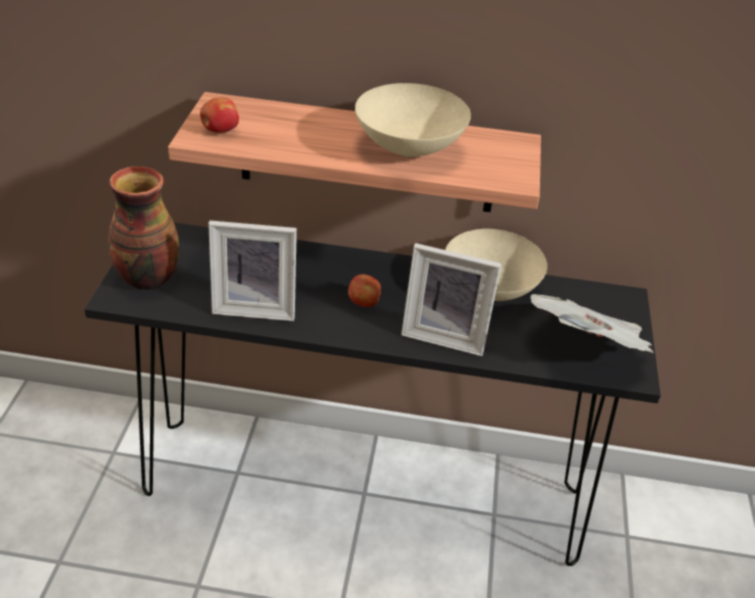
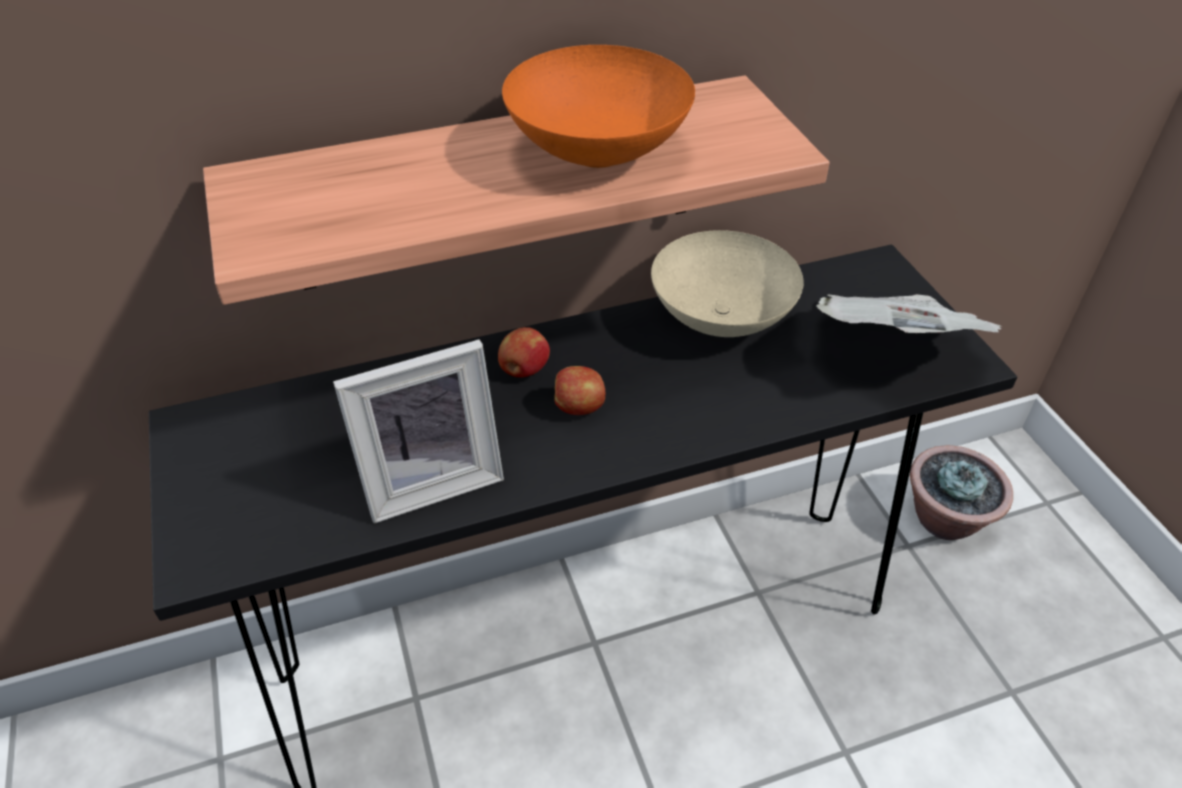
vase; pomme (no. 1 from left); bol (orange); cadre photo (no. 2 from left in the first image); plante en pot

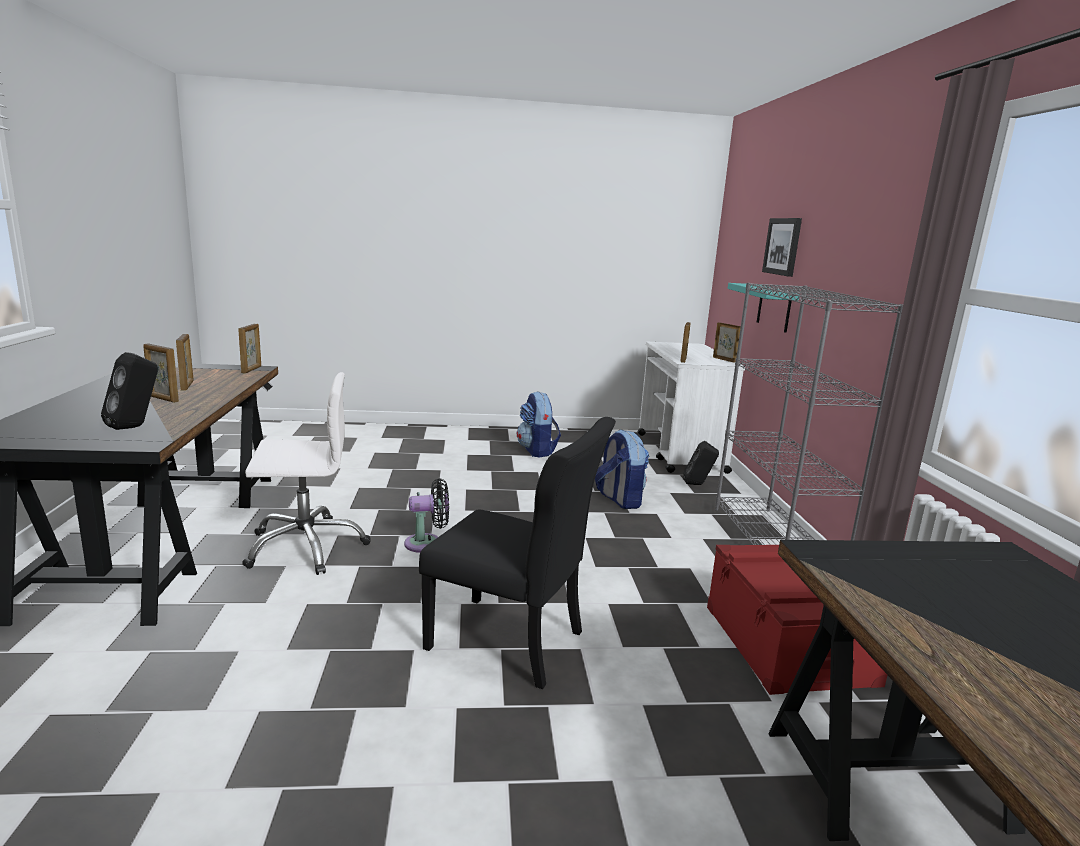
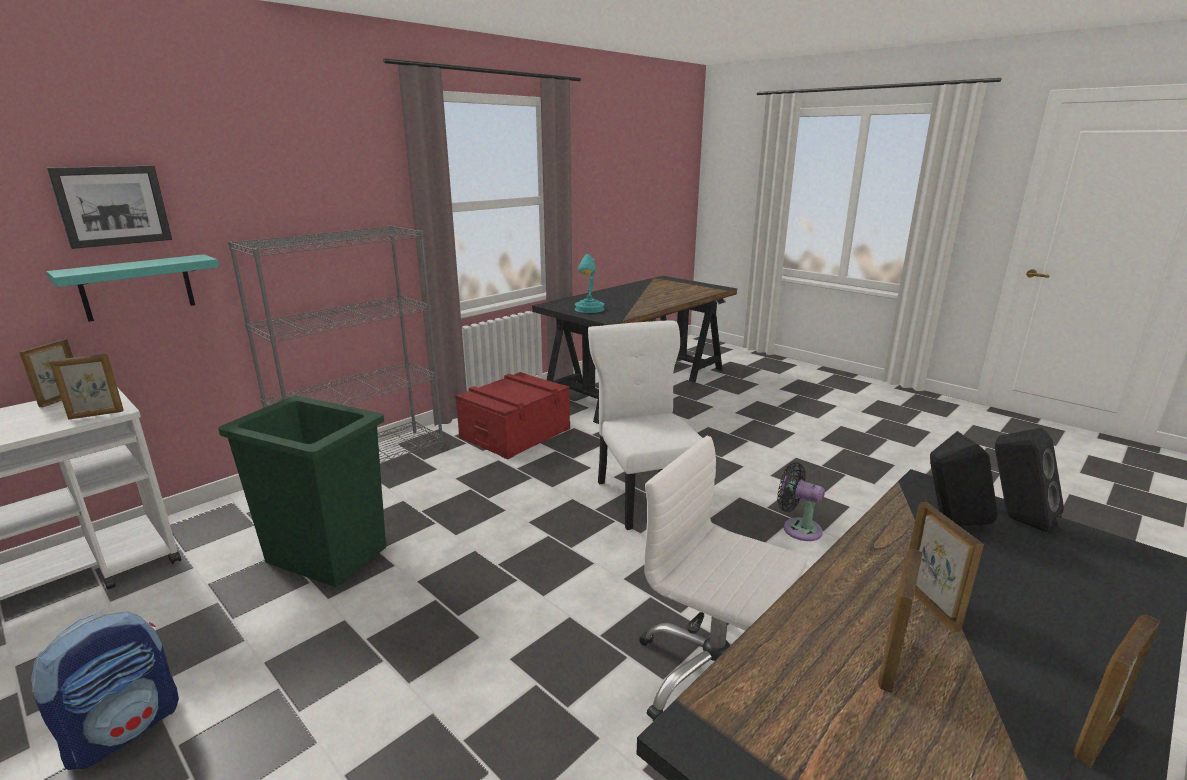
cadre photo (no. 5 from left); ventilateur (noir); chaise (blanc); poubelle (vert); enceinte (noir) (no. 2 from left); lampe de table (turquoise)

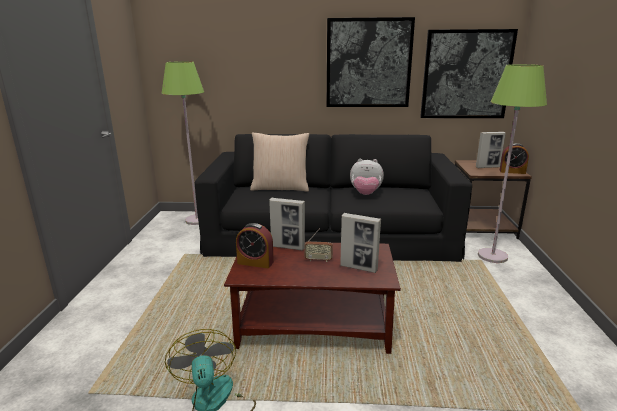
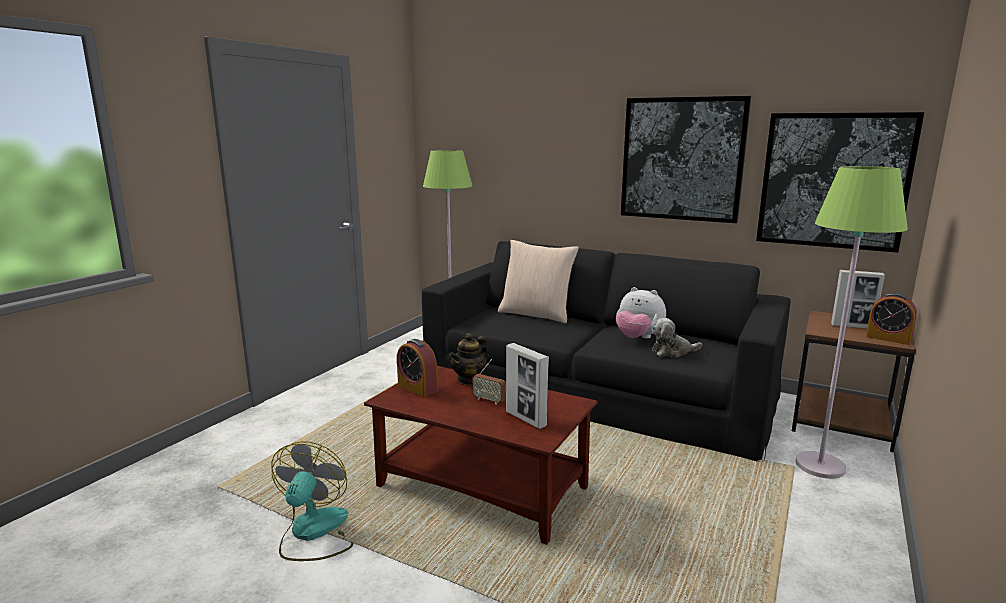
théière; peluche (no. 2 from left)

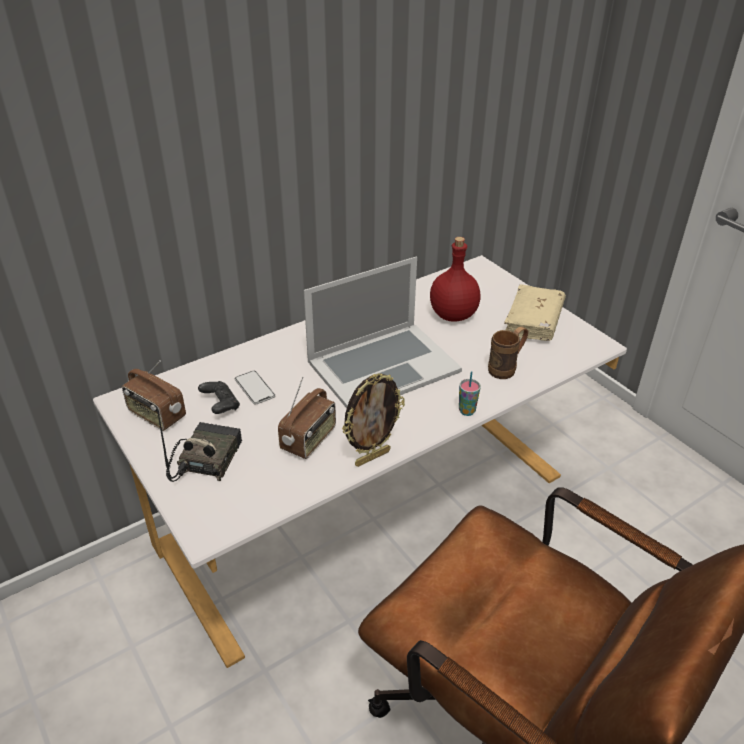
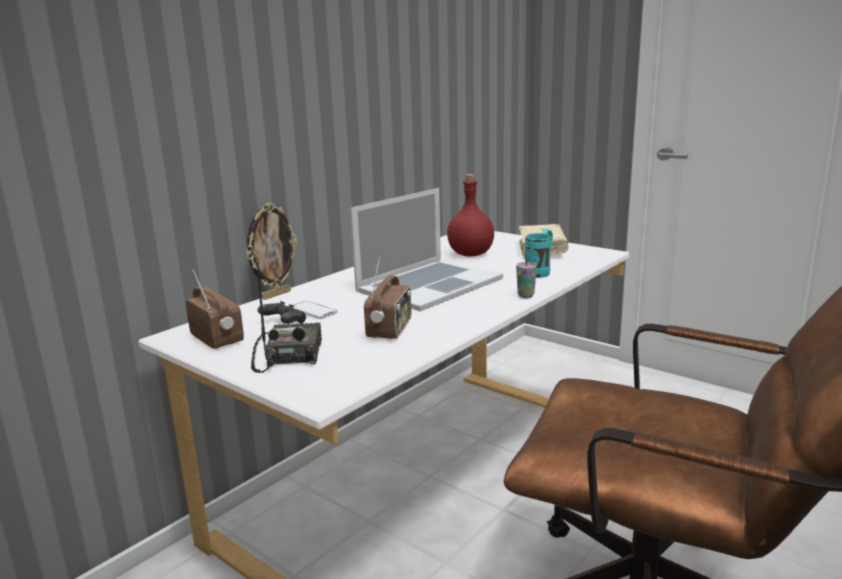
radio (no. 1 from left); cadre photo; mug (turquoise)

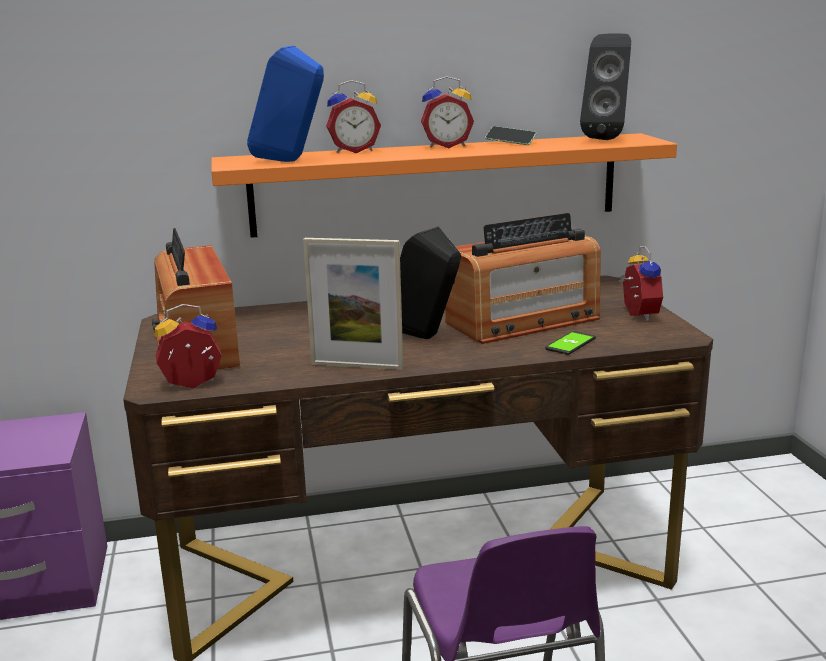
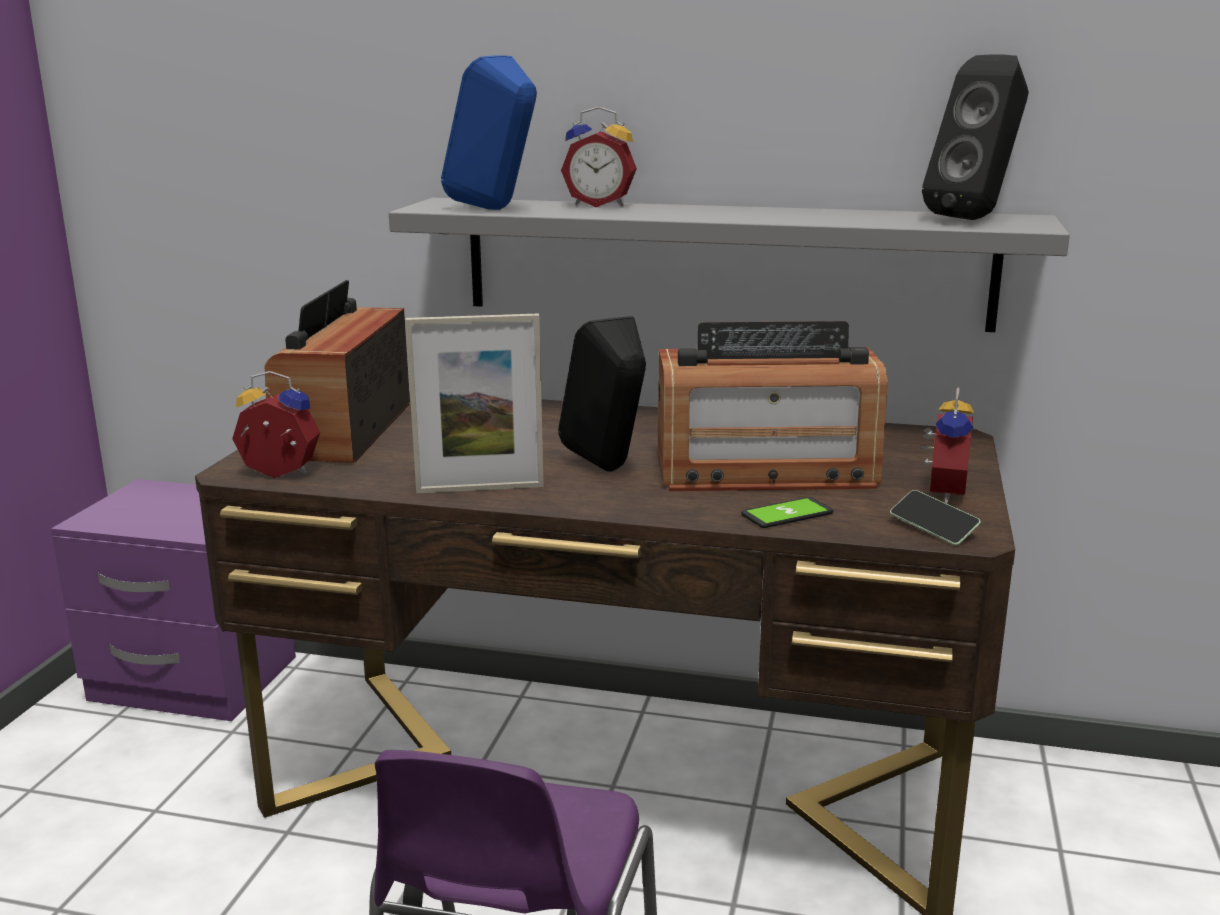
étagère (gris); cadre photo; réveil (no. 3 from left in the first image); téléphone (no. 2 from left)

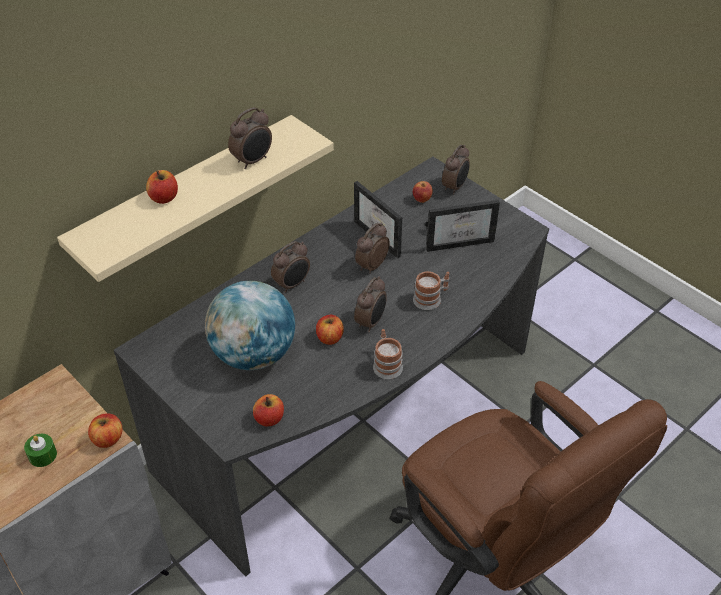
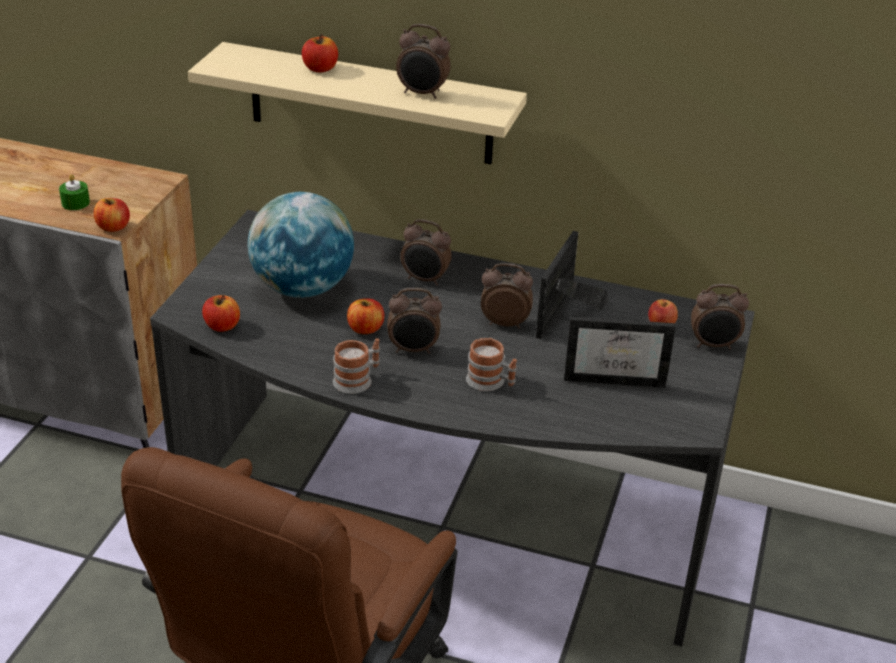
cadre photo (no. 2 from left)

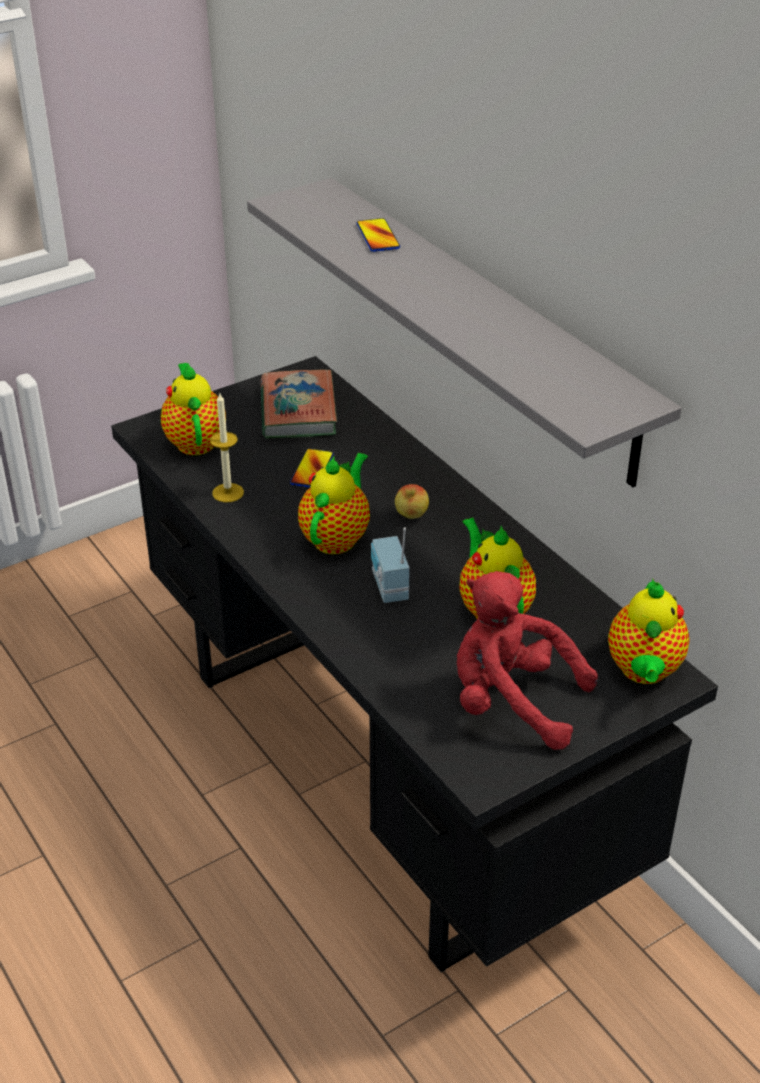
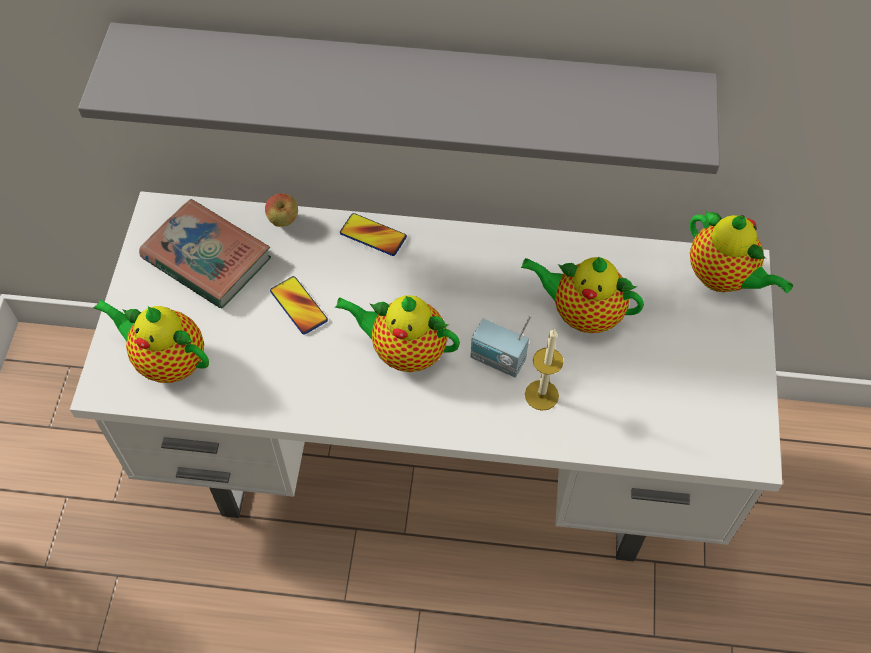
bureau (blanc); bougie; théière (no. 2 from left); téléphone (no. 2 from left); pomme; peluche (rouge)

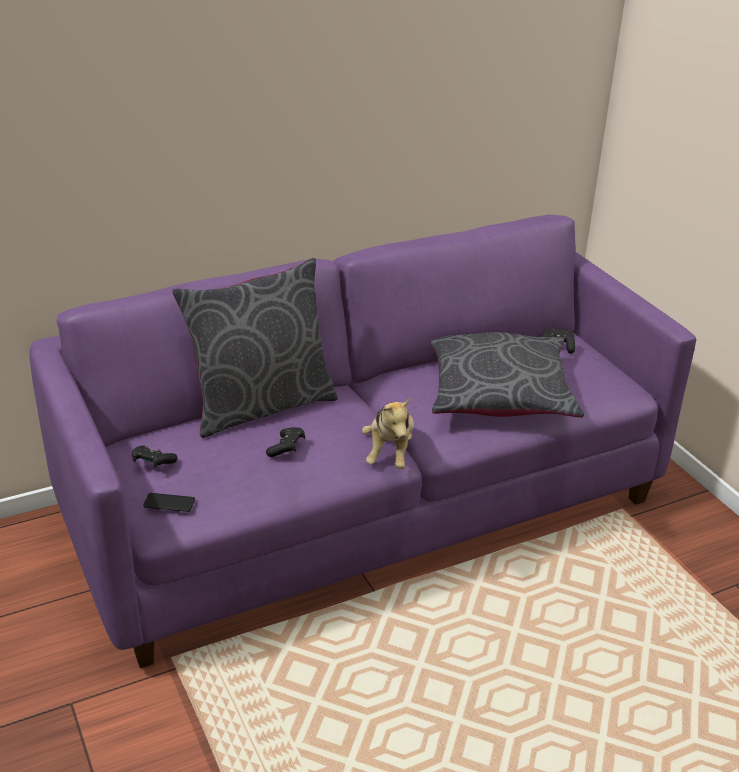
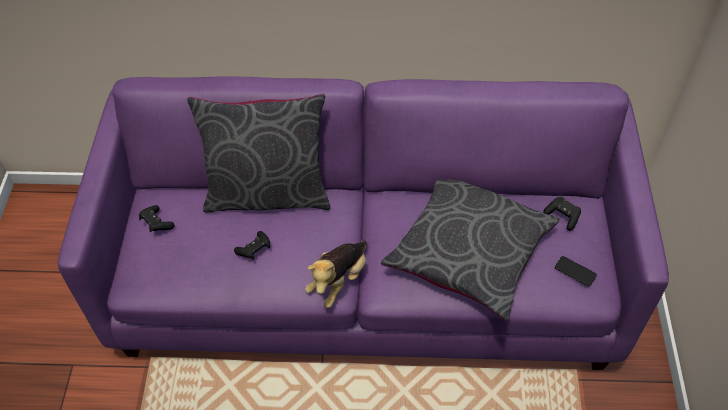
téléphone

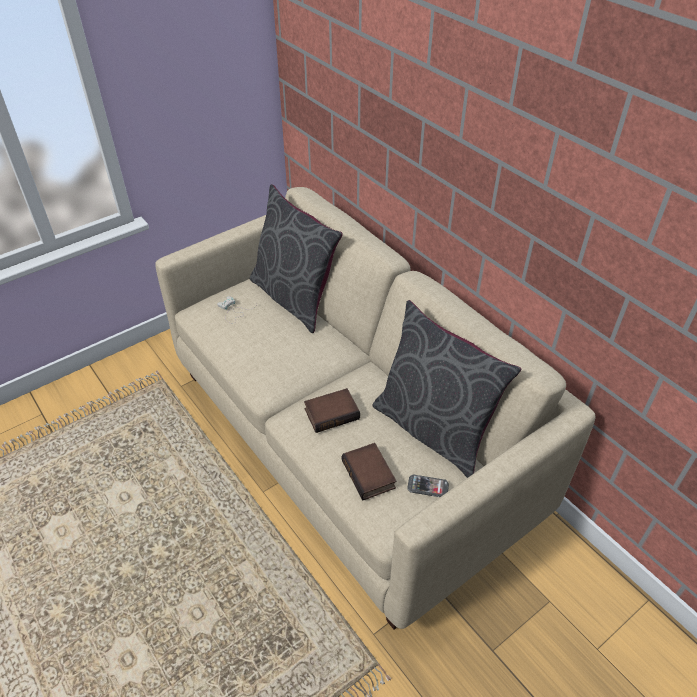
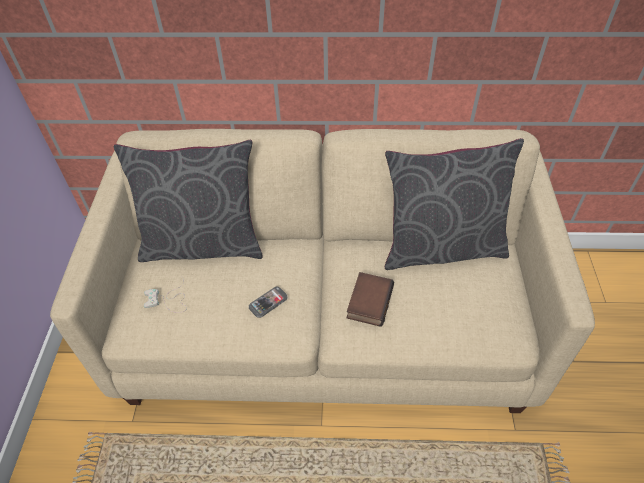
livre (no. 2 from left in the first image); téléphone

